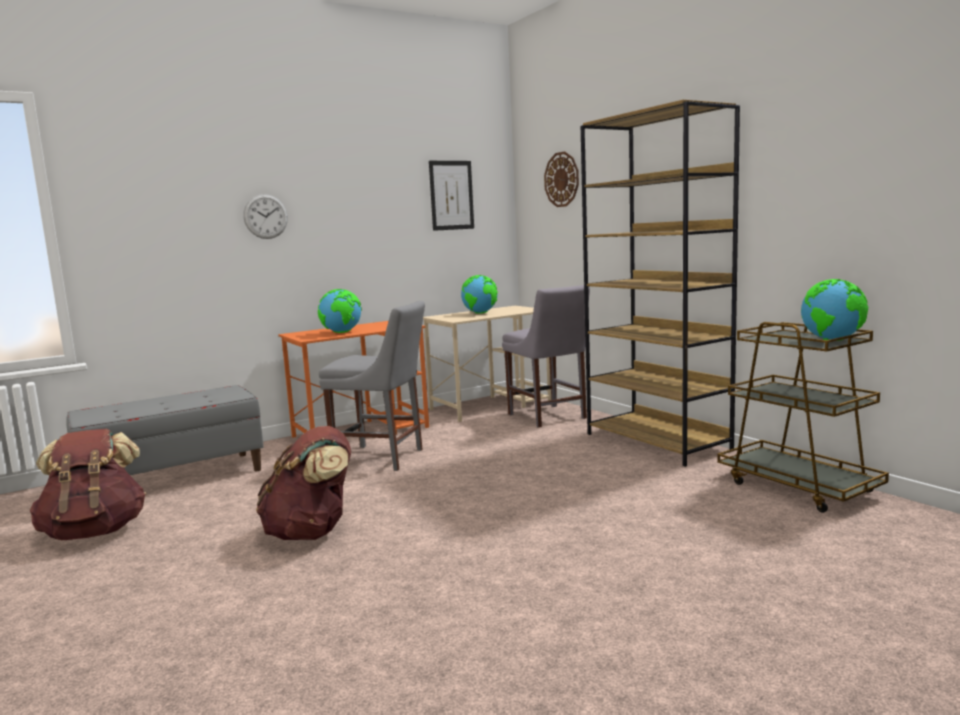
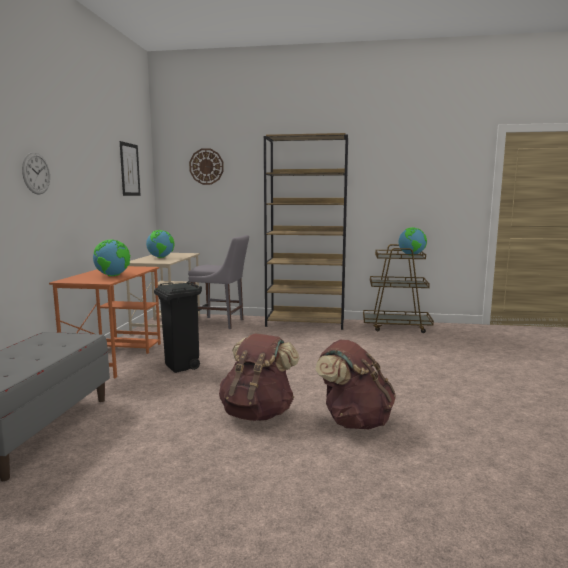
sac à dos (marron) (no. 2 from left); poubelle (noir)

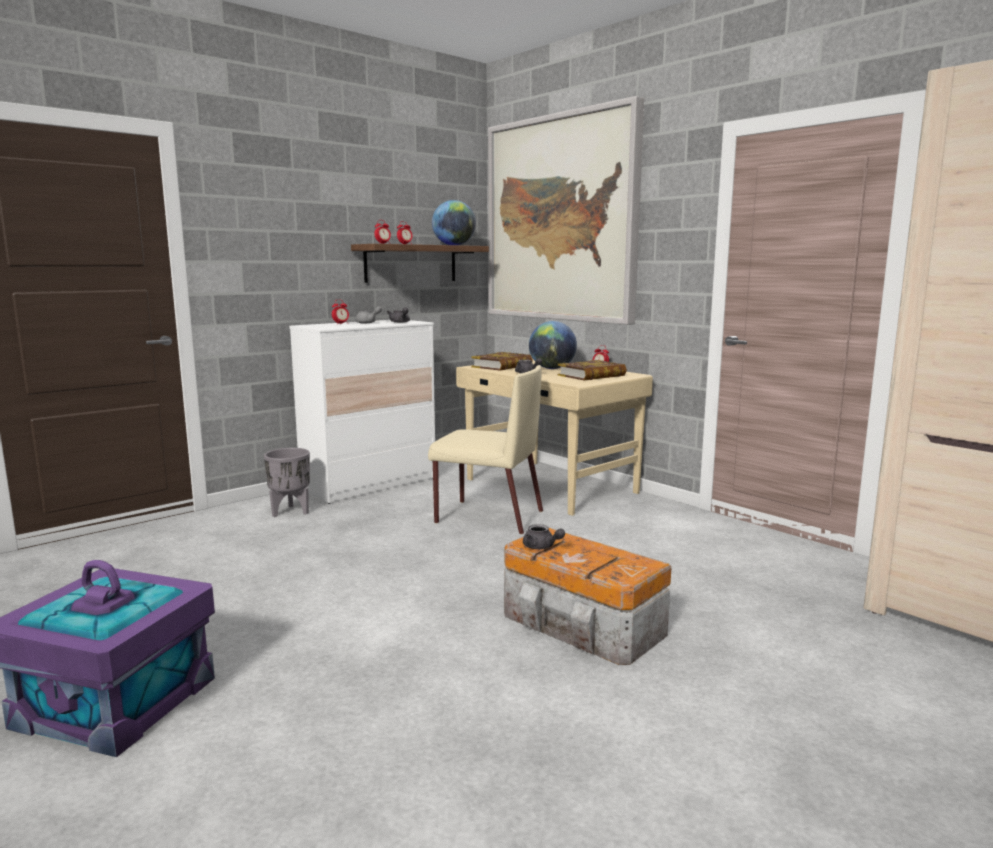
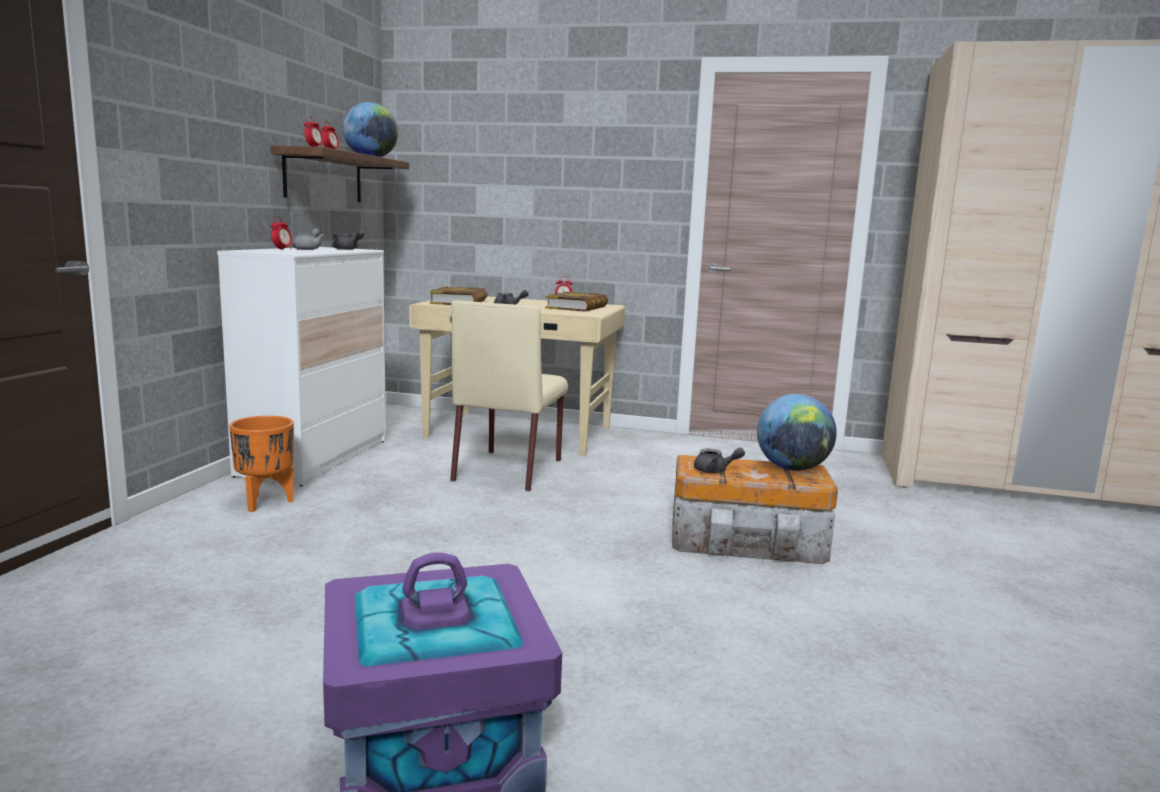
cache-pot (orange); chaise (beige); tableau; globe (no. 2 from left)

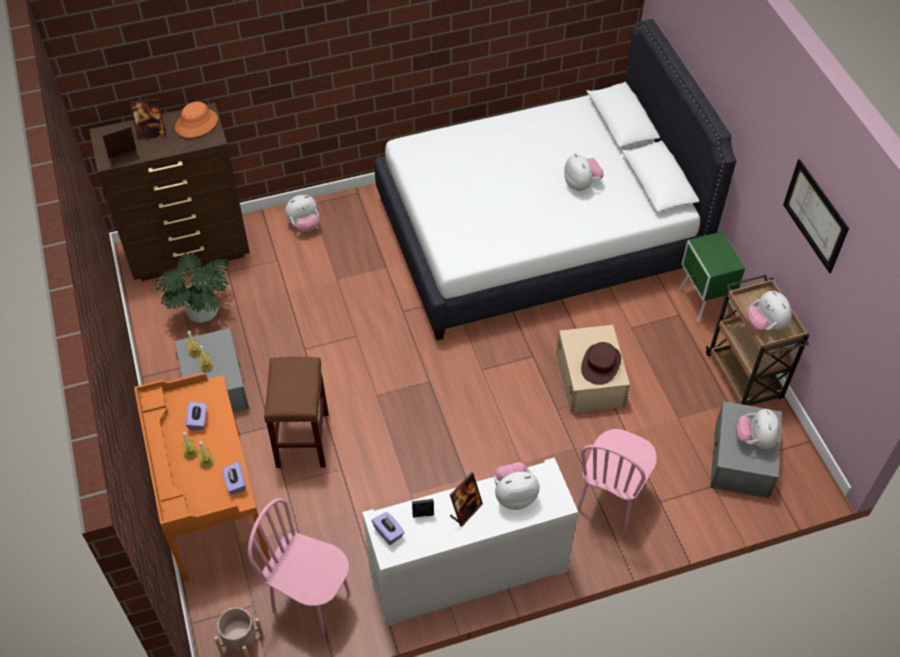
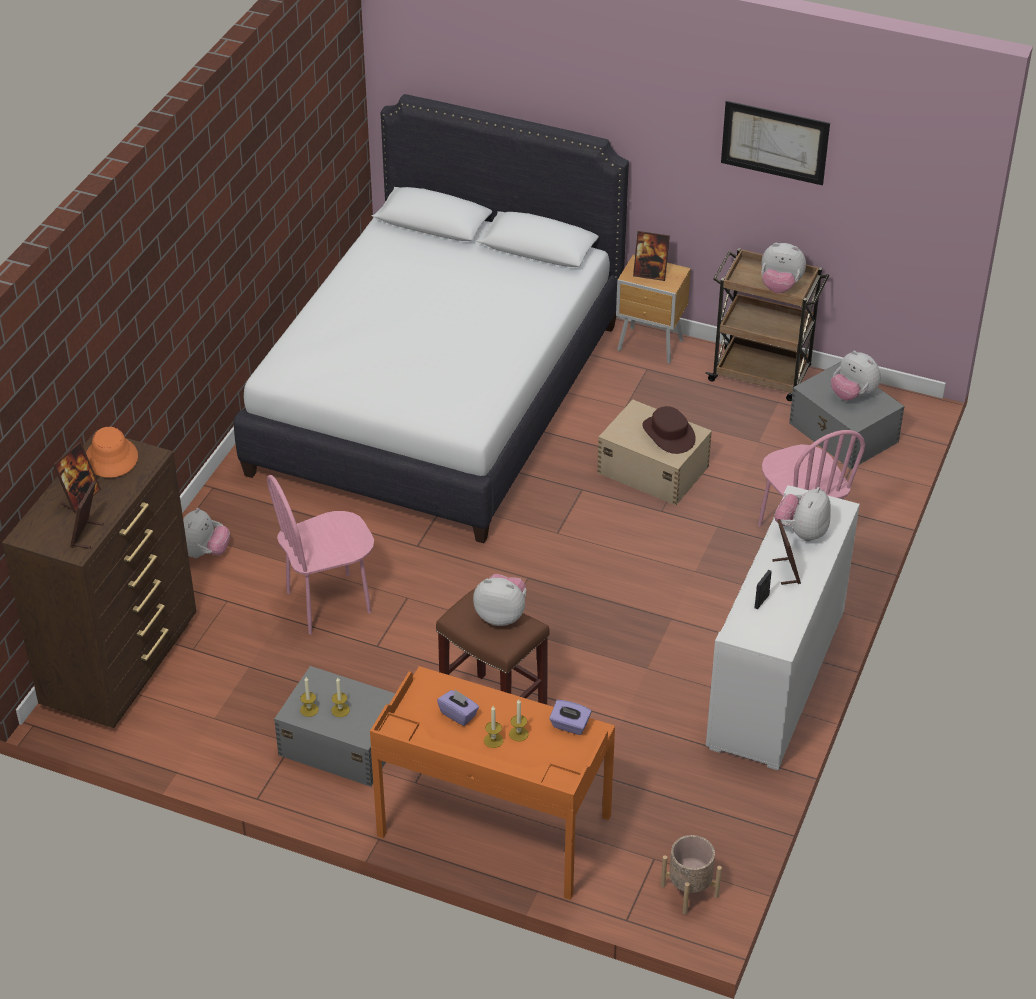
plante en pot; chaise (rose) (no. 1 from left); boîte à mouchoirs (violet) (no. 3 from left in the first image); peluche (no. 2 from left); table de chevet (marron); cadre photo (no. 3 from left)

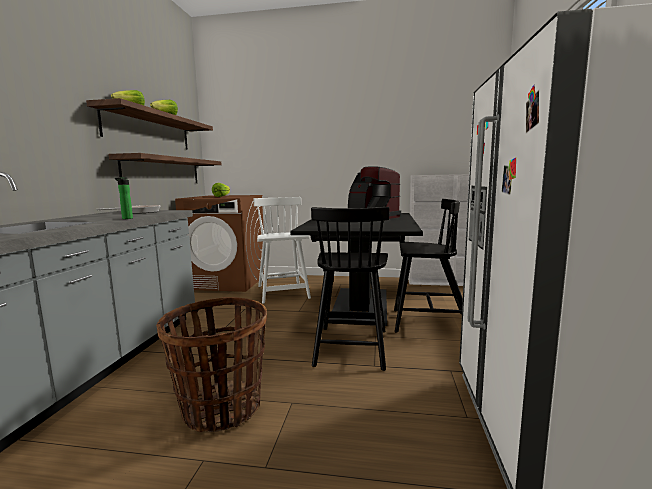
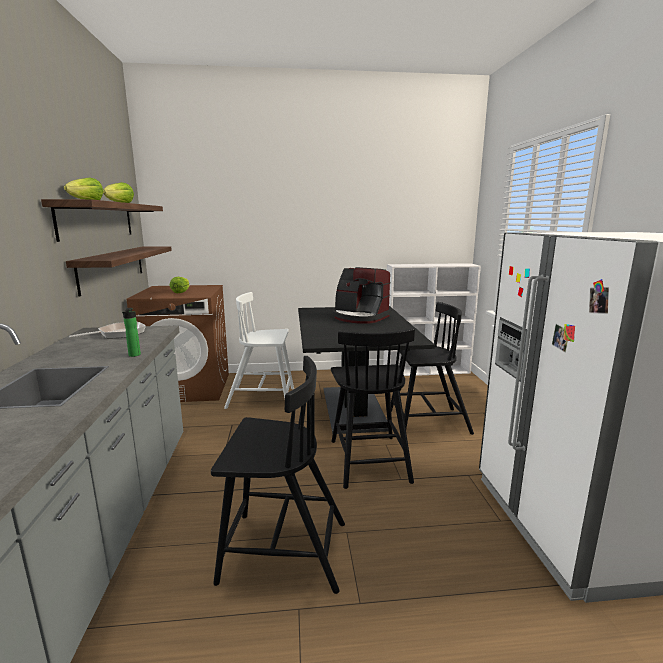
chaise (noir) (no. 1 from left); chaise (blanc)

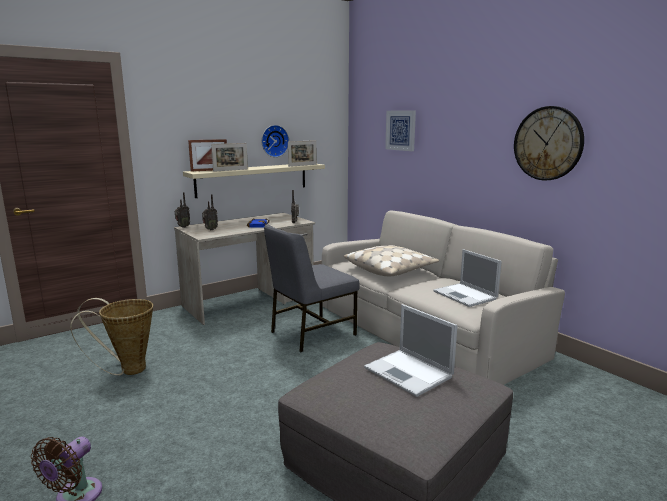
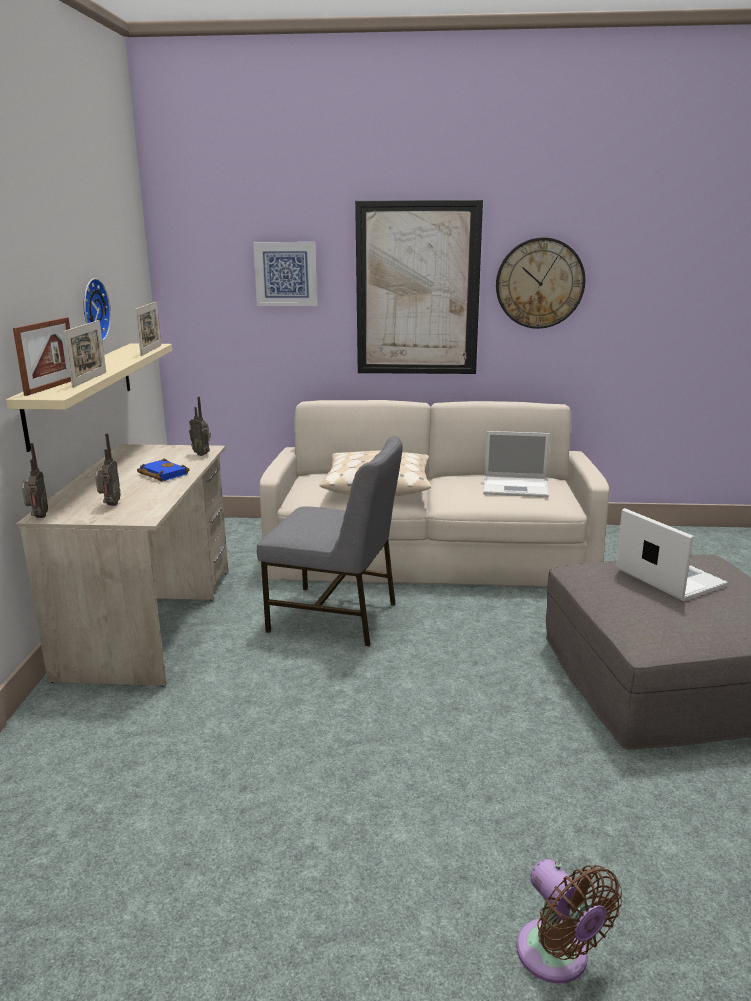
panier; chaise (gris); ordinateur portable (no. 2 from left); tableau (no. 2 from left)

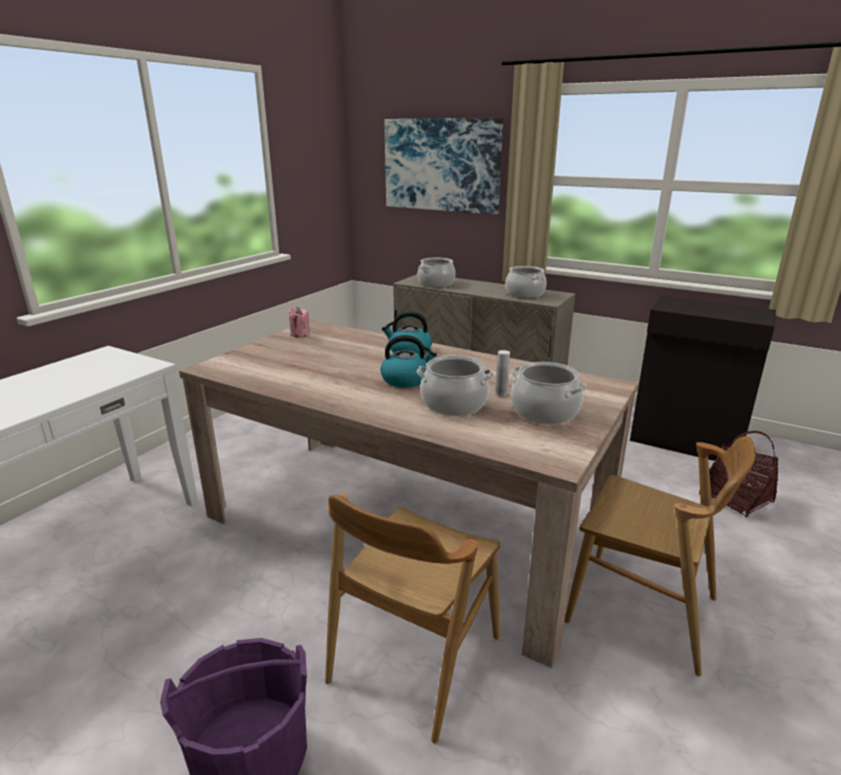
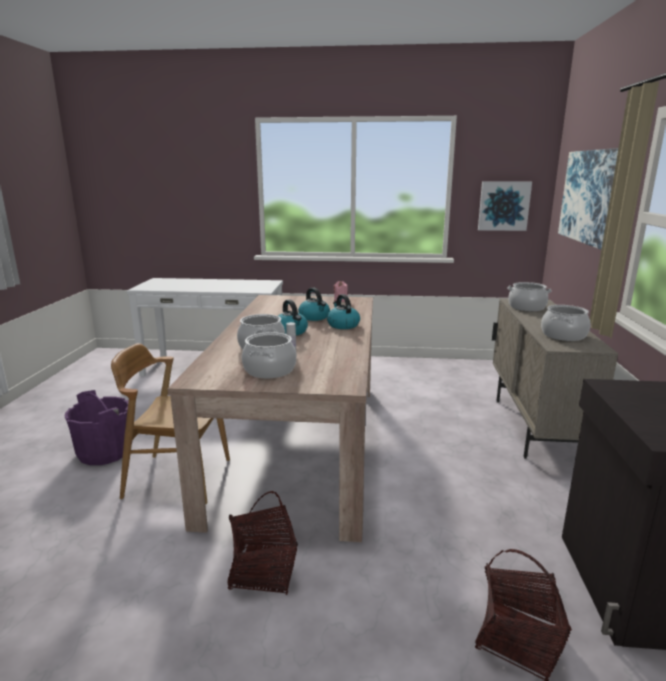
panier (no. 1 from left); bouilloire (no. 2 from left); tableau (no. 1 from left)

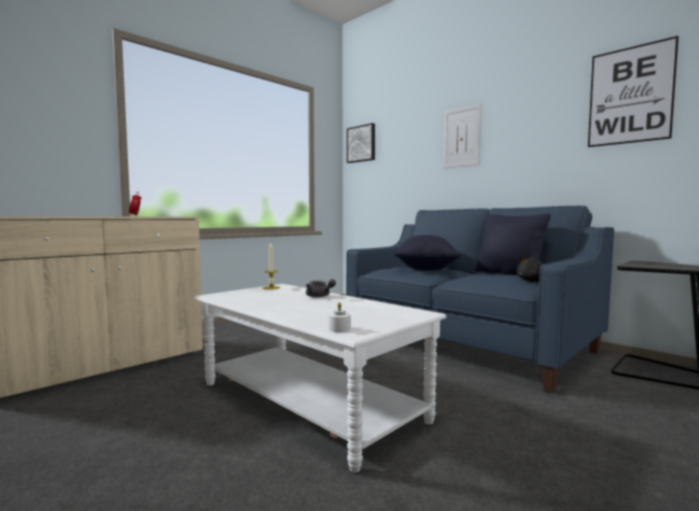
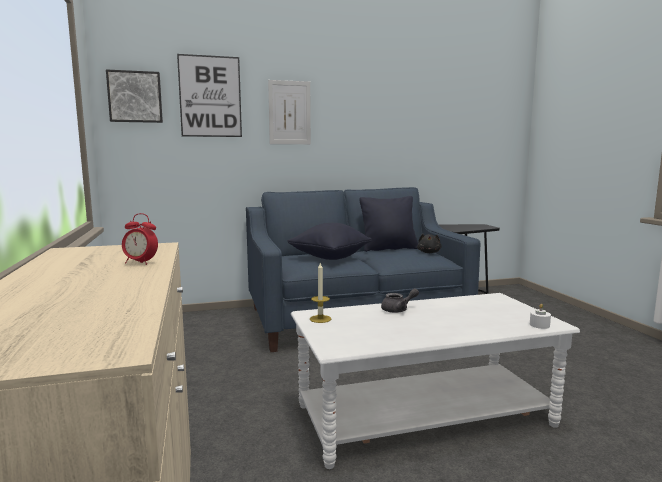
tableau (no. 2 from left)

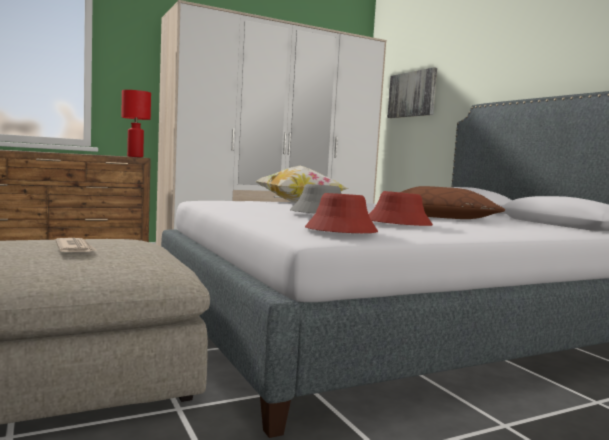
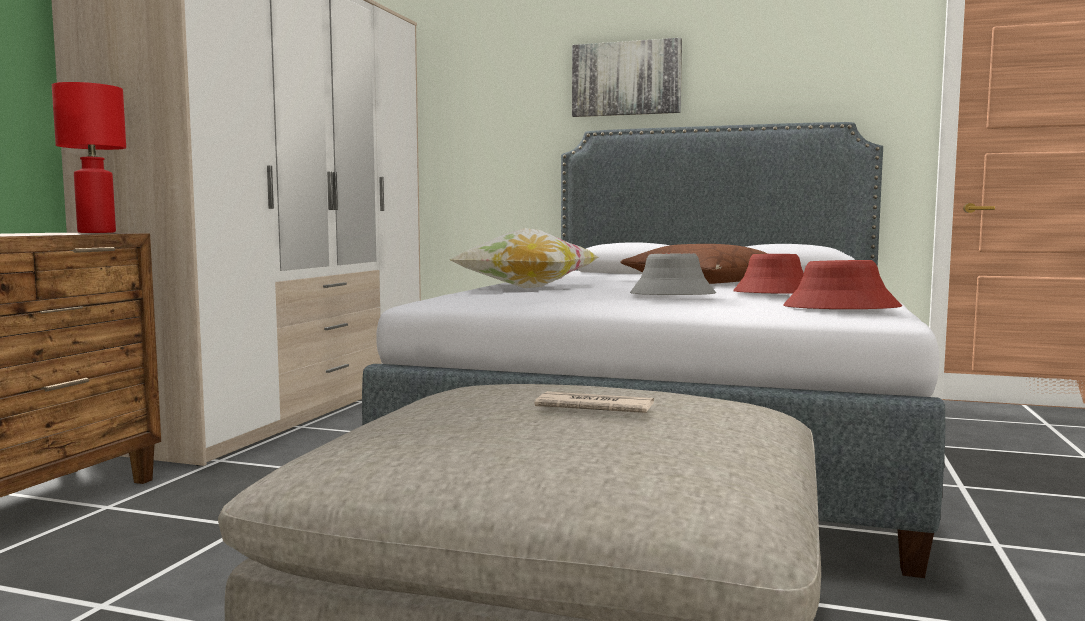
tableau

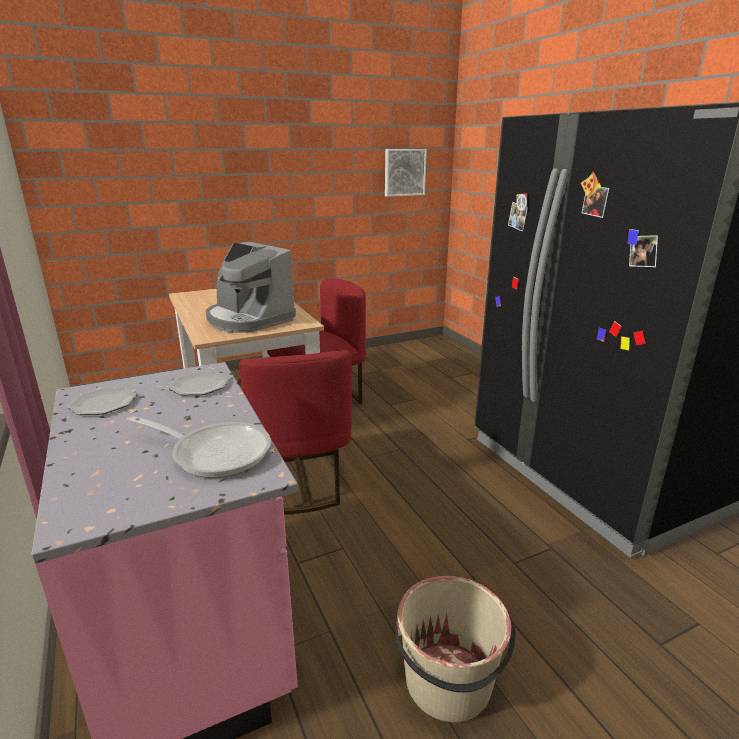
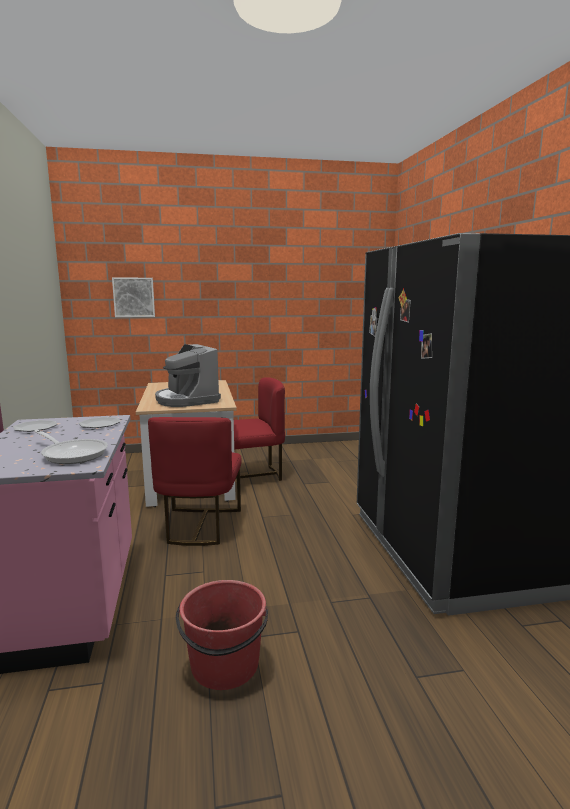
tableau; seau (rouge)

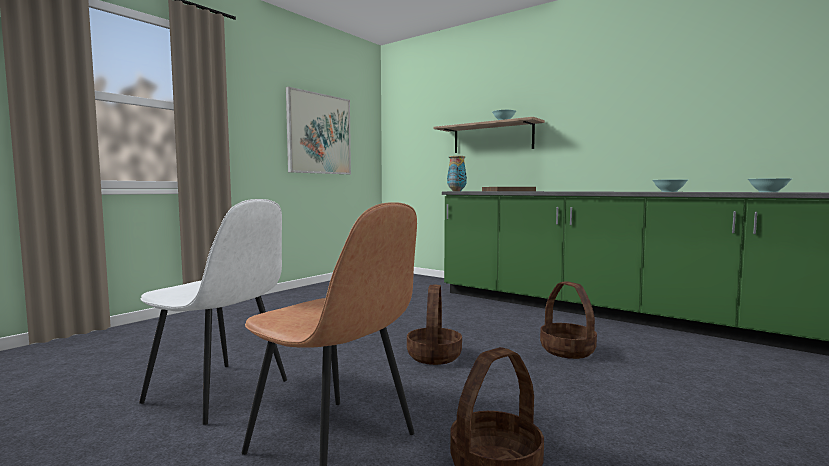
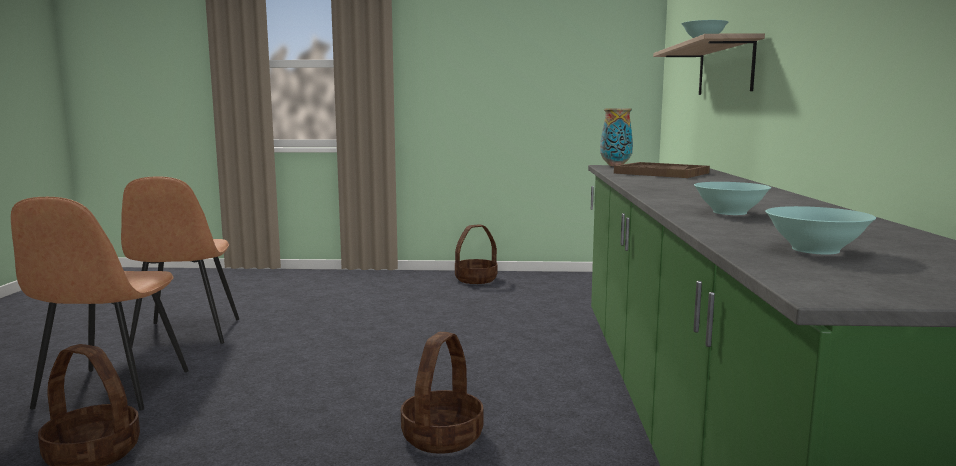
chaise (marron) (no. 2 from left); tableau; panier (no. 3 from left)

